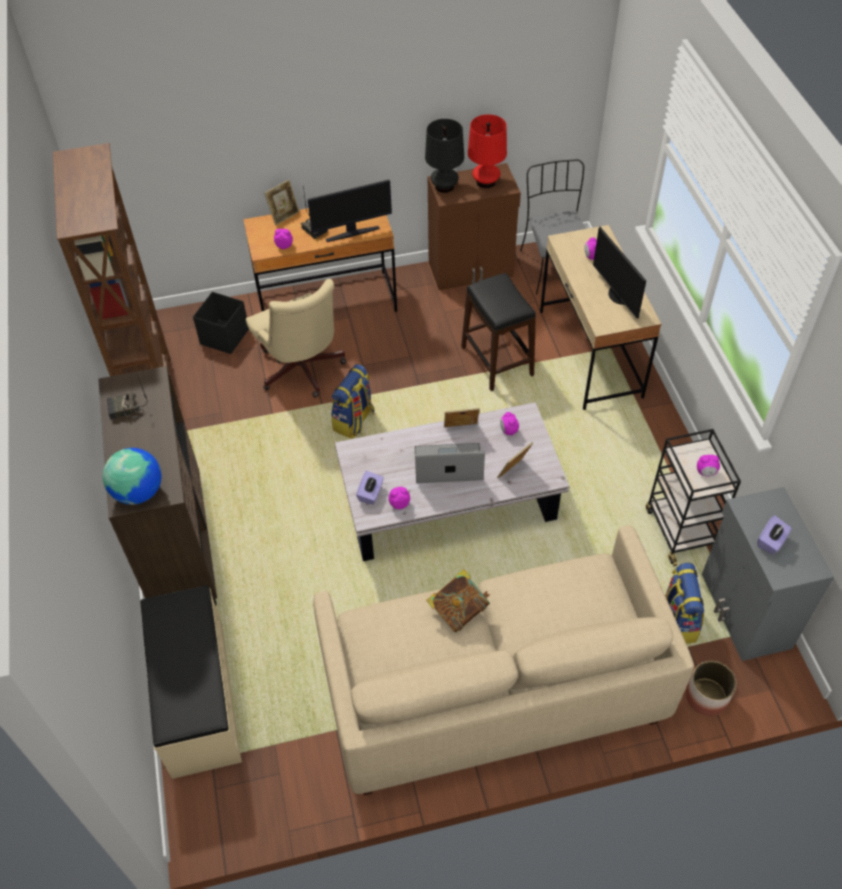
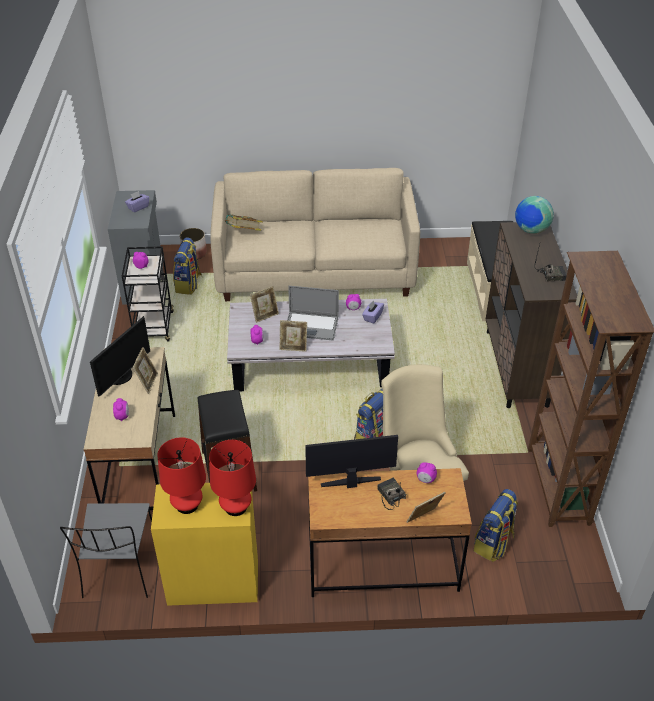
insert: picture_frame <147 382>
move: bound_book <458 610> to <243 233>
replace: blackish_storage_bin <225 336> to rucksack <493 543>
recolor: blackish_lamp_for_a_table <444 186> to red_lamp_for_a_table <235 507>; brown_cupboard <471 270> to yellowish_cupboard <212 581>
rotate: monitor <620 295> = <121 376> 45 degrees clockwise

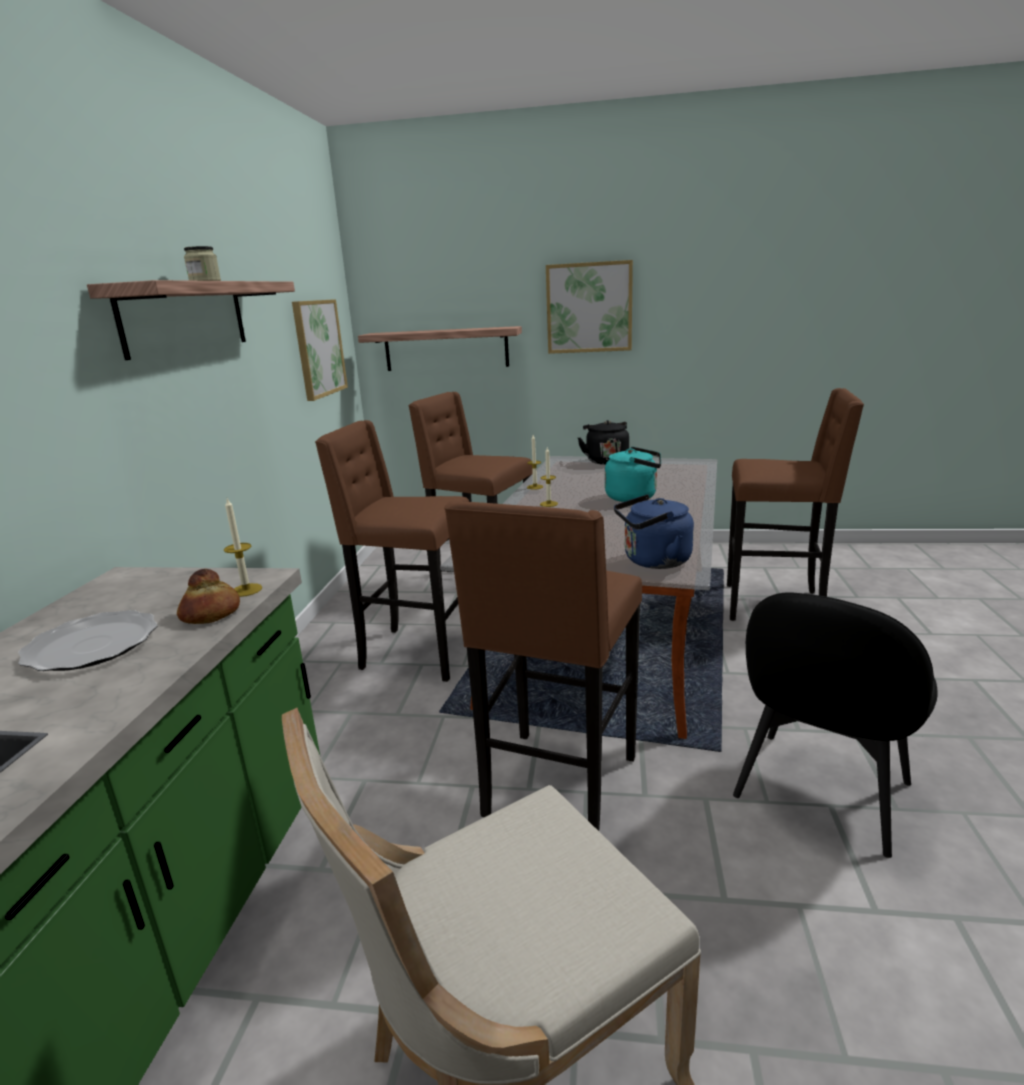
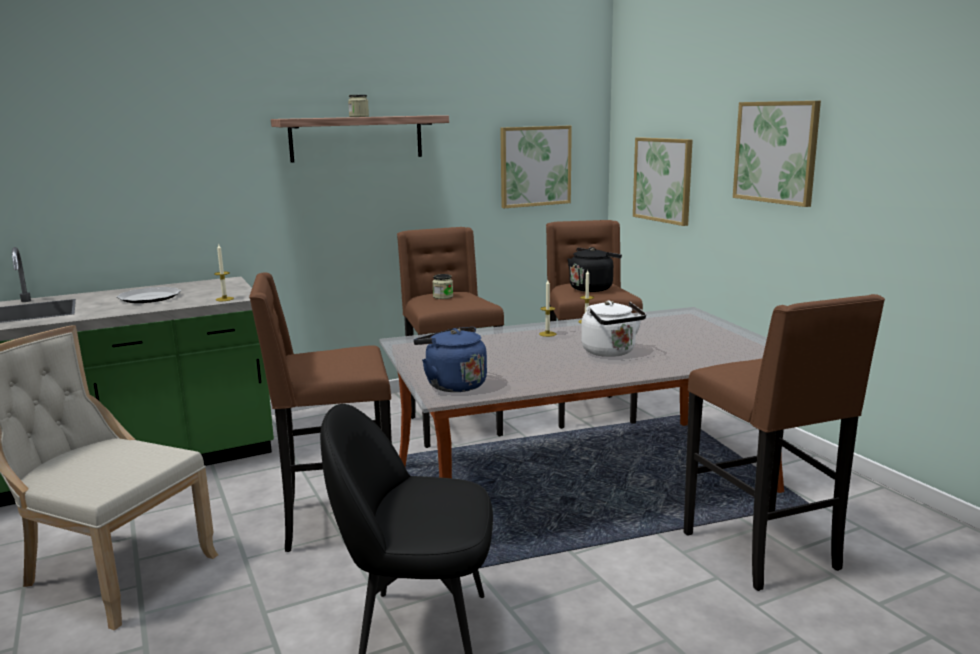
delete: bread <211 613>
insert: jar <443 297>
move: blackish_tea_kettle <606 461> to <592 288>
replace: wall_shelf <446 349> to wall_art <663 180>
recolor: turquoise_tea_kettle <634 497> to white-coloured_tea_kettle <611 352>

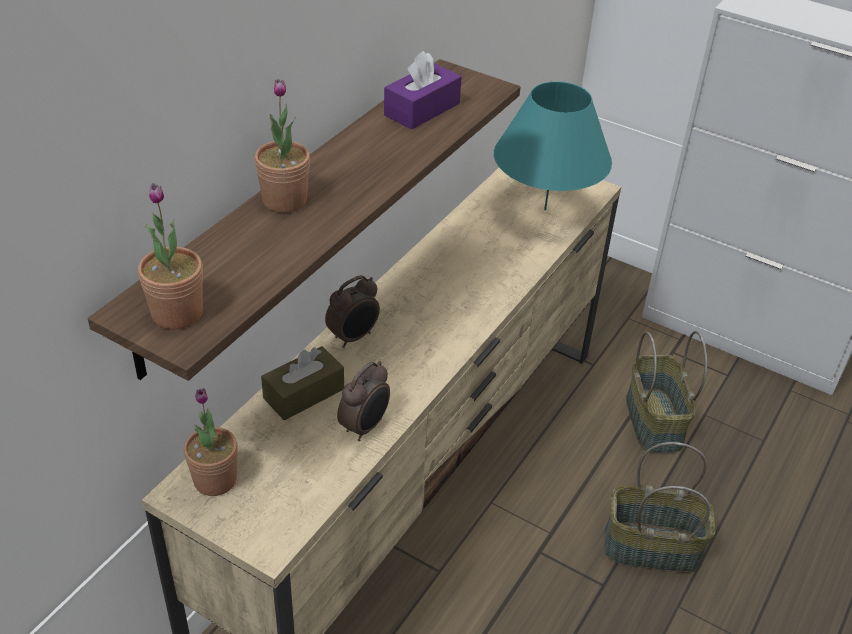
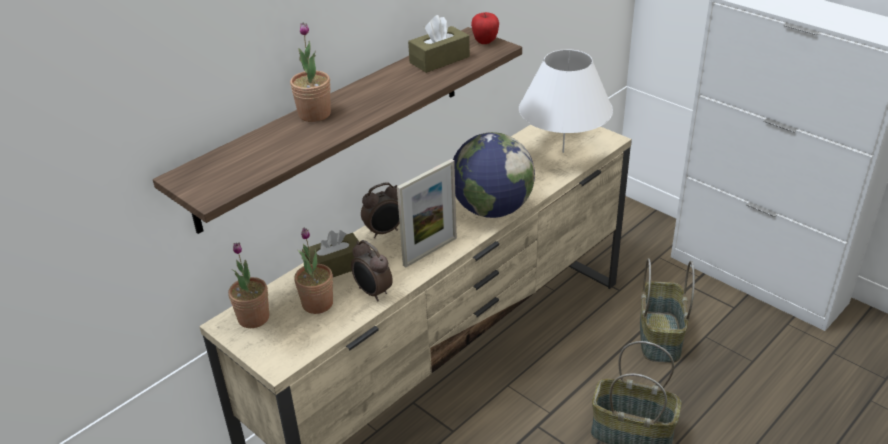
insert: picture_frame <430 251>; desk_globe <492 209>; whole_apple <485 42>
move: potted_plant <177 313> to <317 304>
recolor: purple_box_of_tissues <422 109> to brown_box_of_tissues <439 60>; turquoise_lamp_for_a_table <545 209> to white-coloured_lamp_for_a_table <563 152>
rotate: table_clock <365 427> = <372 293> 90 degrees clockwise

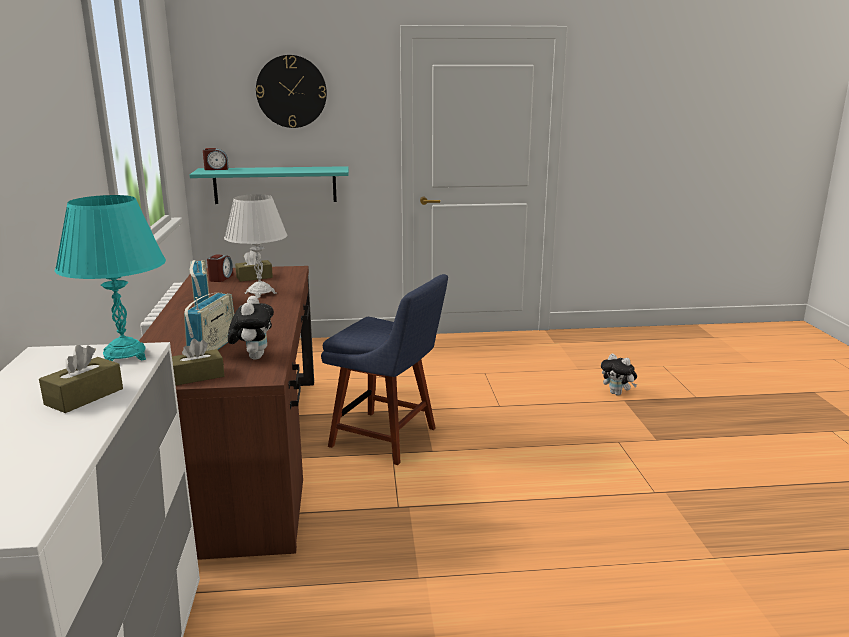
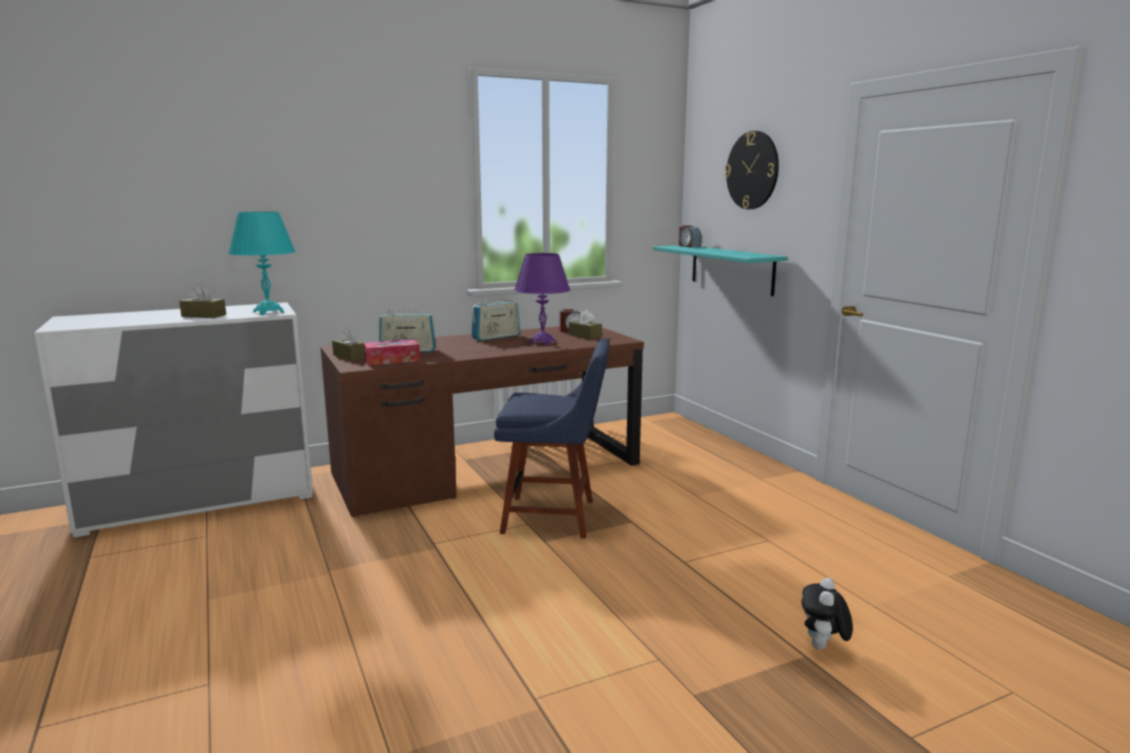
replace: soft_toy <253 357> to box_of_tissues <392 360>
recolor: white-coloured_lamp_for_a_table <260 293> to purple_lamp_for_a_table <542 342>
rotate: bluish_plain_chair <388 438> = <554 517> 90 degrees counterclockwise

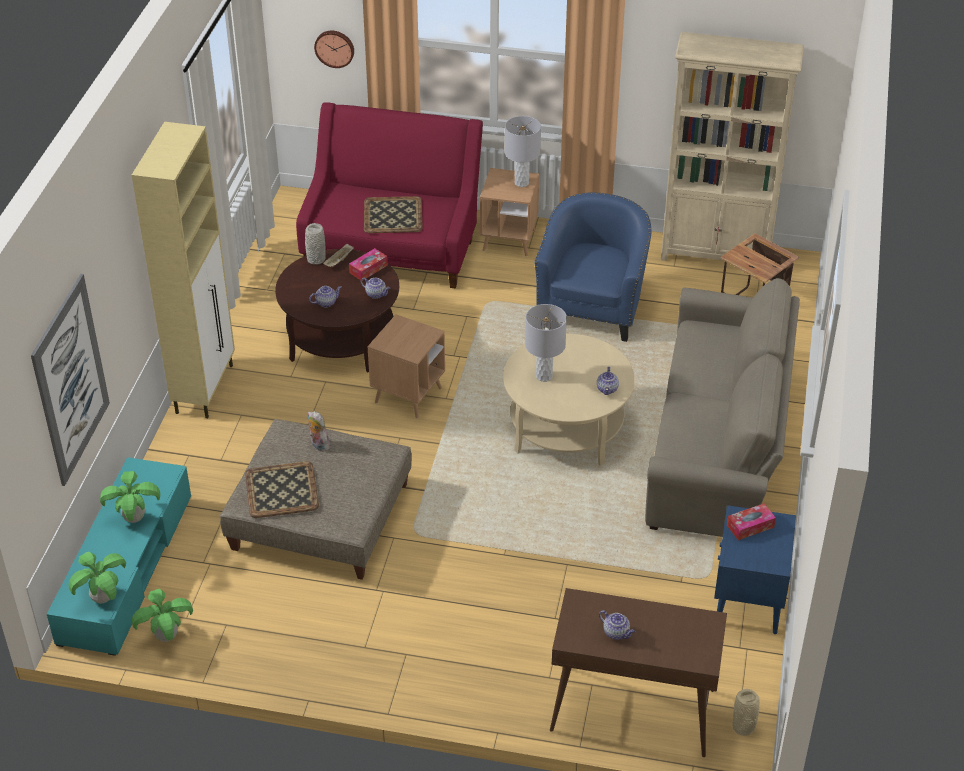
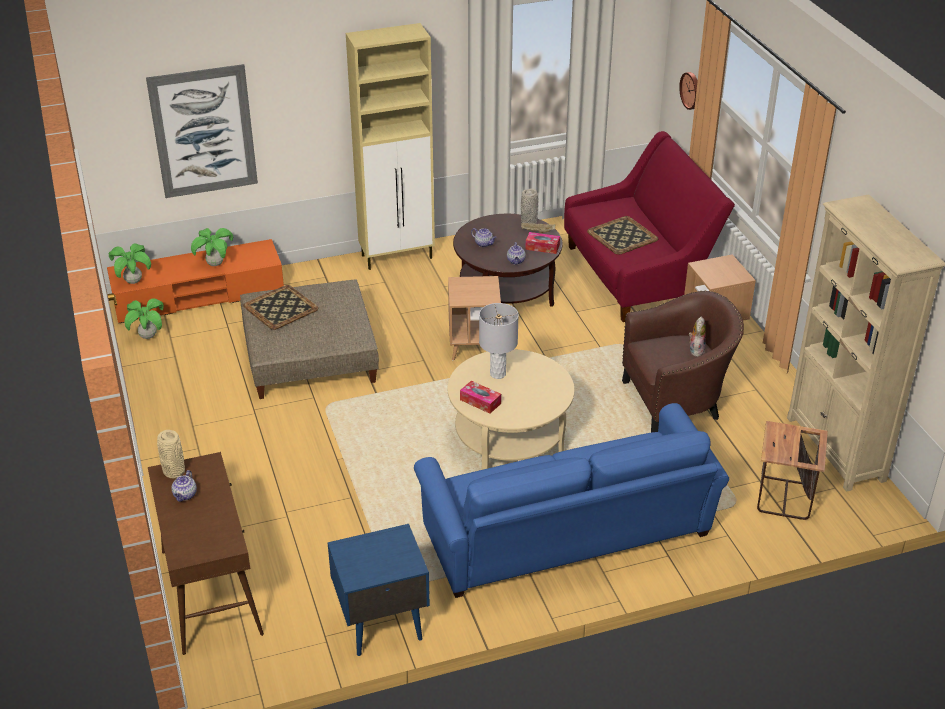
delete: gray_lamp_for_a_table <521 183>; tea_pot <607 389>
move: soft_toy <318 445> to <695 350>; box_of_tissues <750 526> to <480 401>; beige_decorative_vase <744 727> to <174 472>
recolor: turquoise_media_console <126 569> to orangey_media_console <199 296>; bluish_lounge_chair <592 308> to brown_lounge_chair <677 401>; beige_settee <718 446> to bluish_settee <569 538>

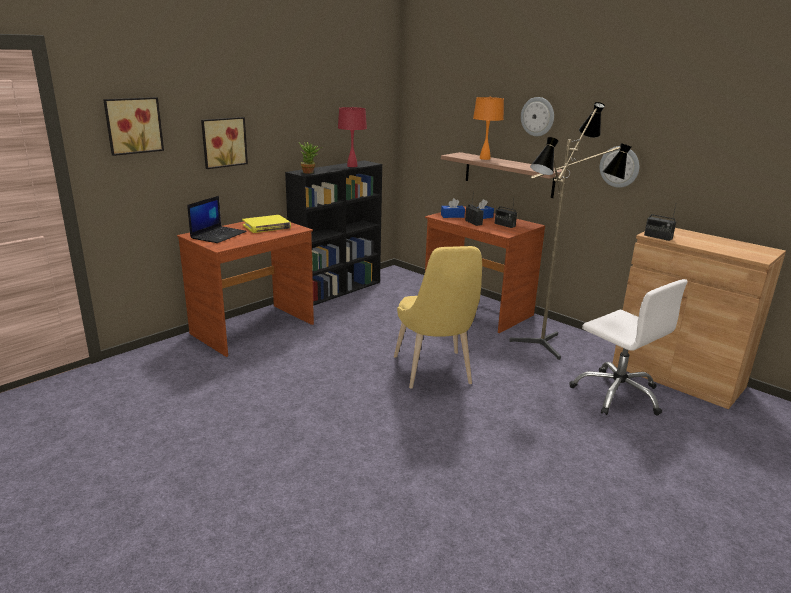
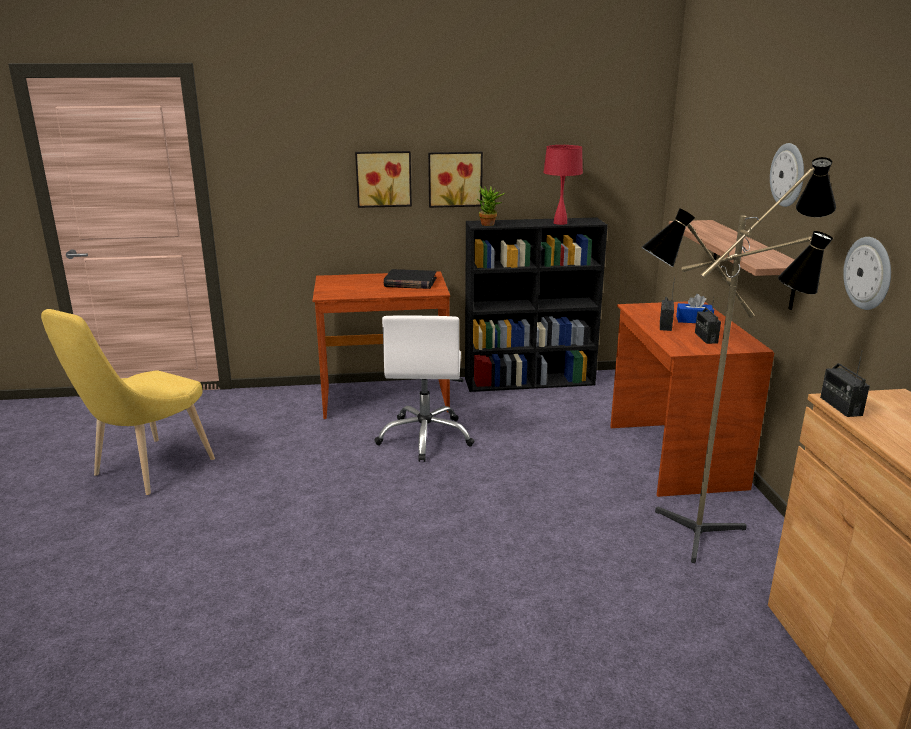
delete: portable_computer <218 235>; bluish_box_of_tissues <452 216>; orangey_lamp_for_a_table <485 158>
move: wall_art <133 125> to <455 179>; yellowish_plain_chair <434 373> to <147 470>; white-coloured_desk_chair <617 394> to <425 437>
recolor: yellowish_bound_book <266 226> to blackish_bound_book <410 282>

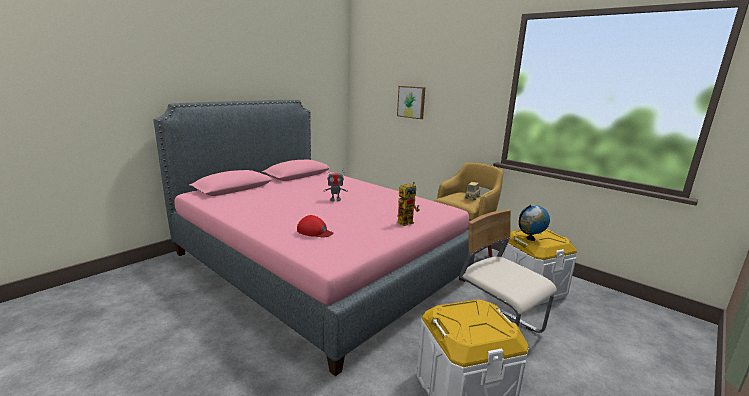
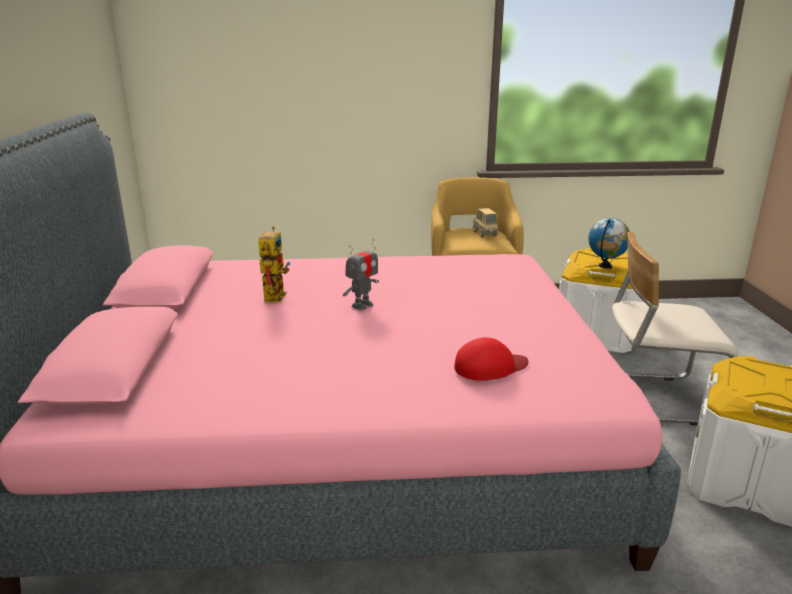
delete: wall_art <411 102>
move: robot_figure <407 221> to <274 294>

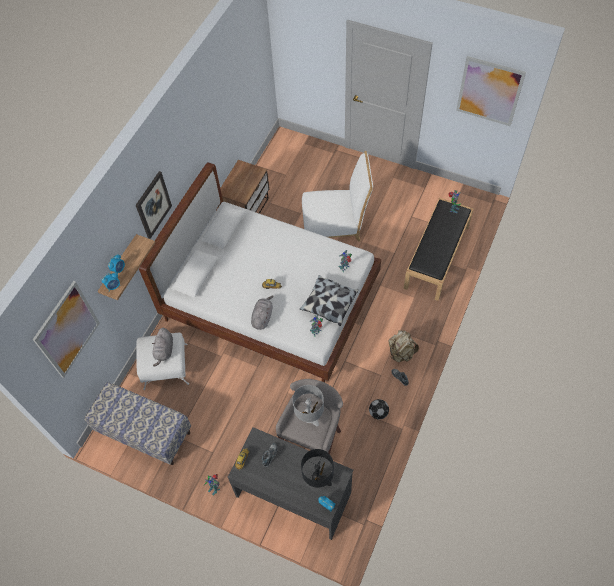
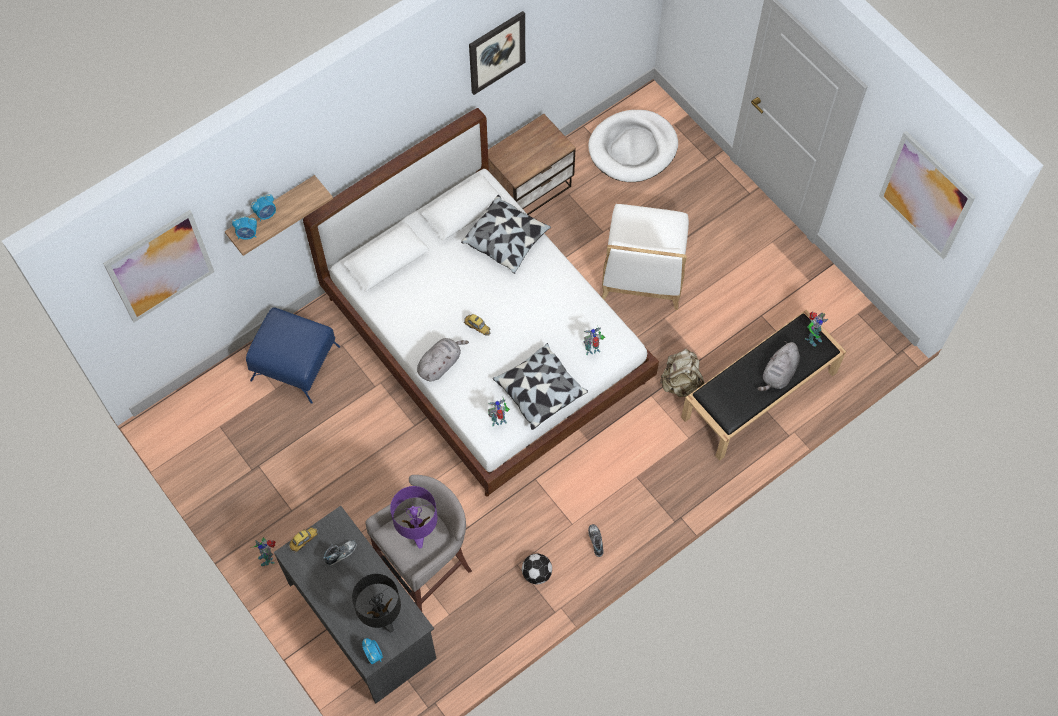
delete: indoor_bench <144 432>
insert: throw_pillow <506 240>; white-coloured_pet_bed <633 148>
move: wall_art <153 205> to <496 52>; gray_soft_toy <164 350> to <778 374>; beige_rucksack <401 352> to <681 382>
recolor: white-coloured_ottoman <166 366> to bluish_ottoman <295 364>; gray_lamp_for_a_table <309 418> to purple_lamp_for_a_table <417 532>
rotate: white-coloured_plain_chair <335 224> = <643 273> 75 degrees clockwise

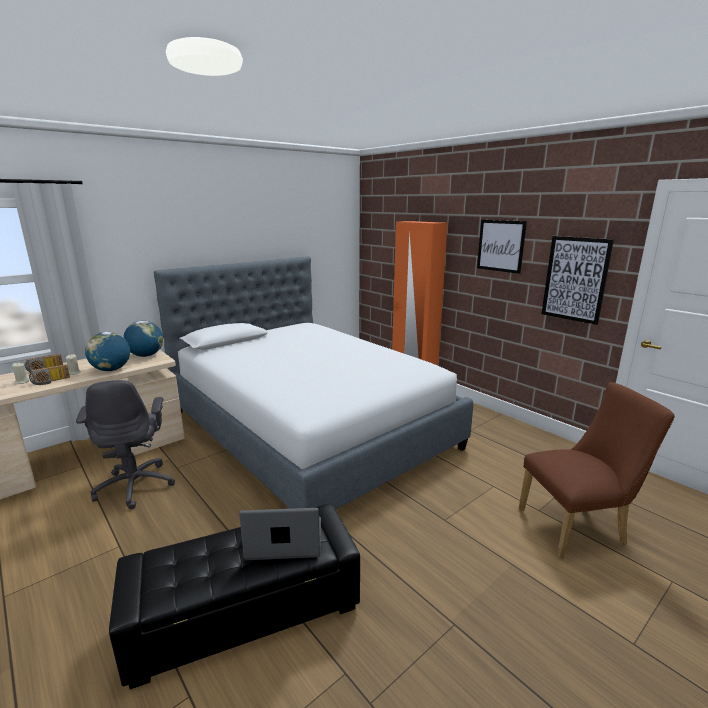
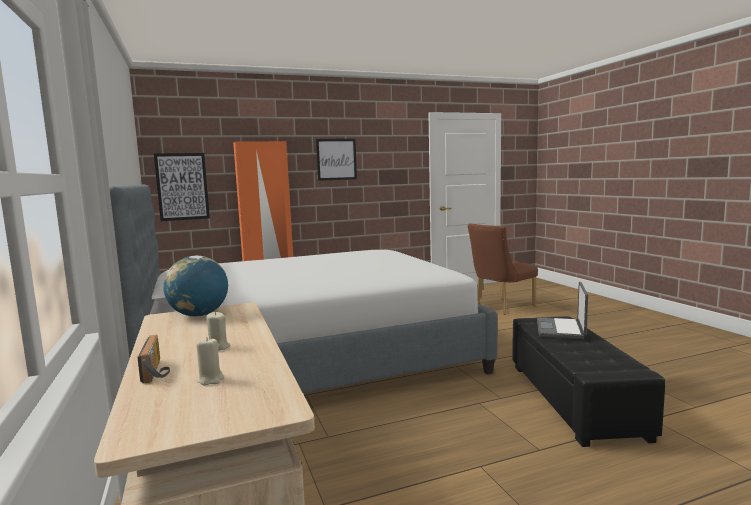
delete: radio_receiver <51 381>; gray_desk_chair <136 485>; desk_globe <111 370>
move: wall_art <575 279> to <182 186>
rotate: brown_plain_chair <577 526> = <500 307> 135 degrees counterclockwise

